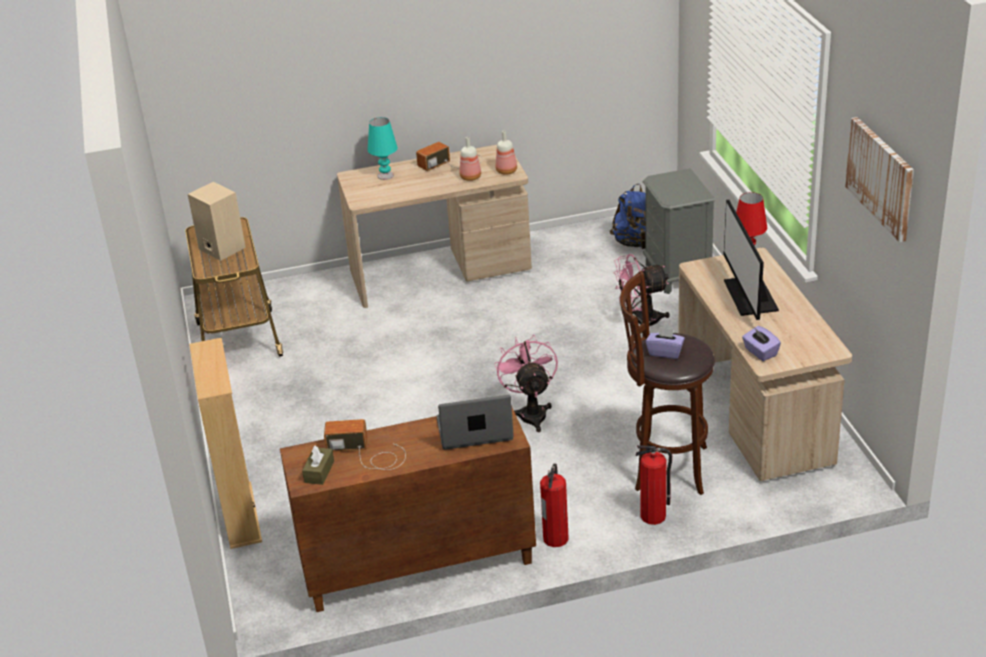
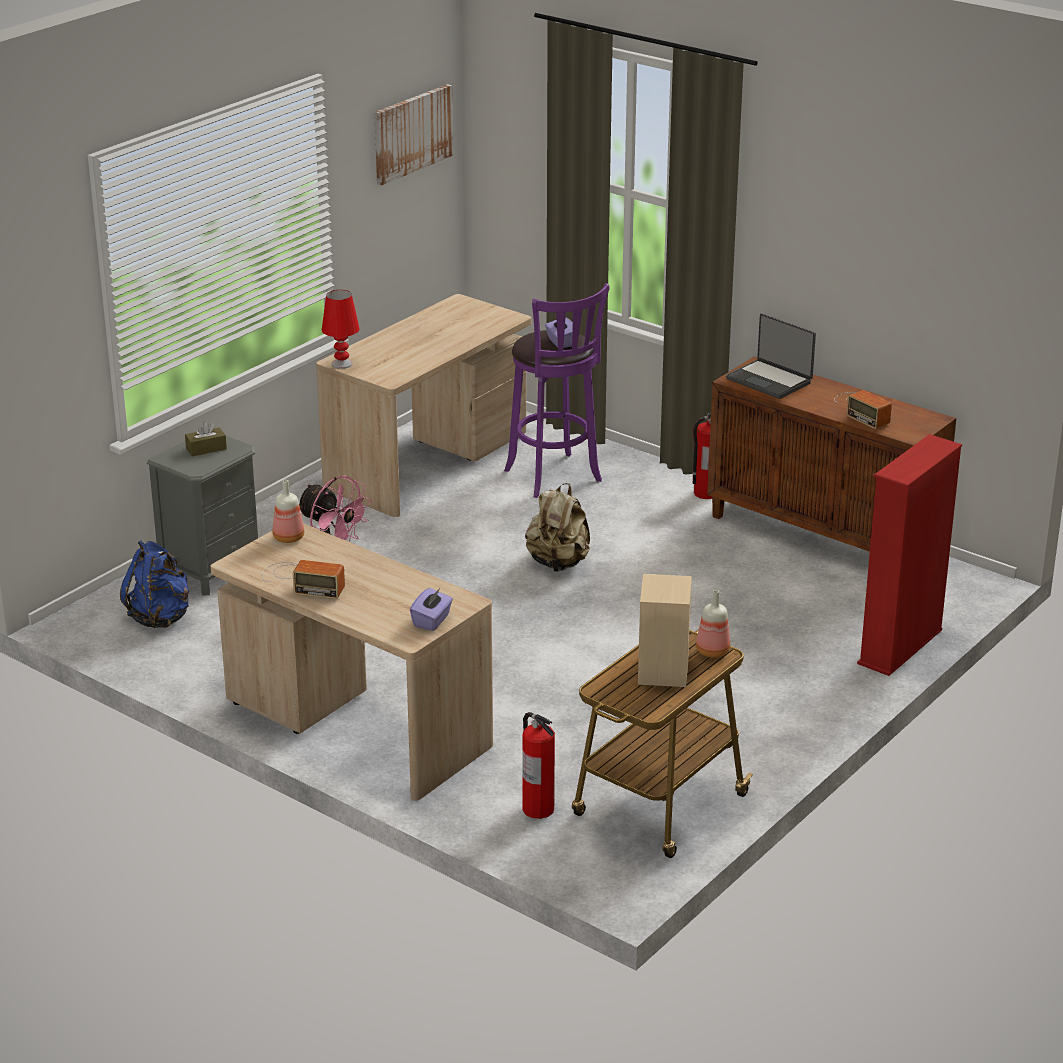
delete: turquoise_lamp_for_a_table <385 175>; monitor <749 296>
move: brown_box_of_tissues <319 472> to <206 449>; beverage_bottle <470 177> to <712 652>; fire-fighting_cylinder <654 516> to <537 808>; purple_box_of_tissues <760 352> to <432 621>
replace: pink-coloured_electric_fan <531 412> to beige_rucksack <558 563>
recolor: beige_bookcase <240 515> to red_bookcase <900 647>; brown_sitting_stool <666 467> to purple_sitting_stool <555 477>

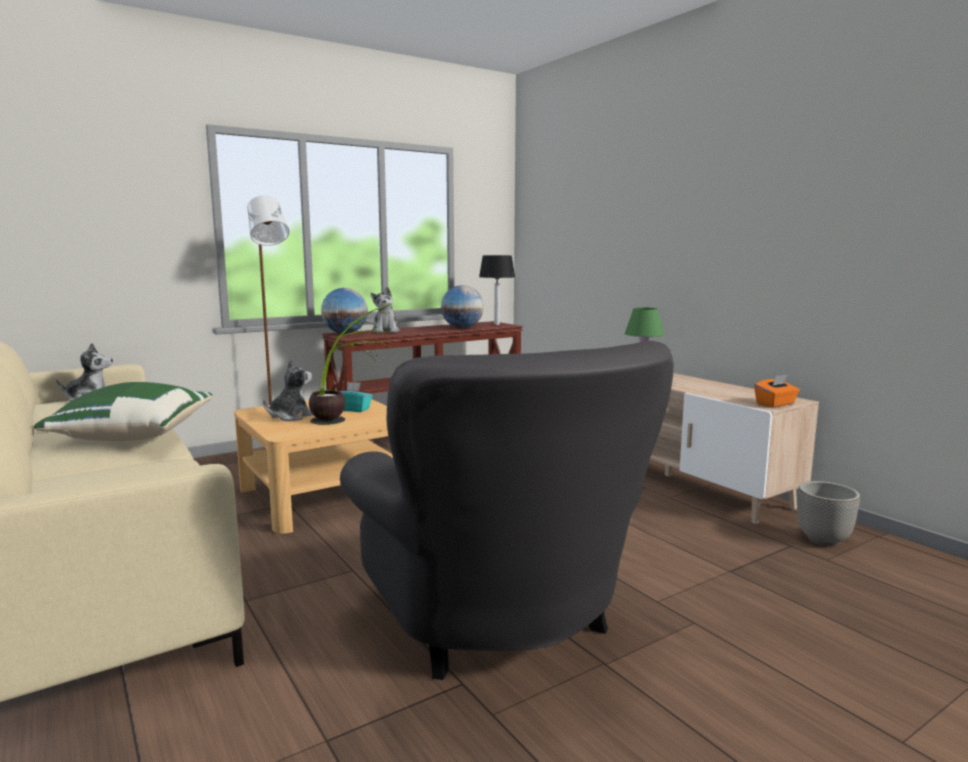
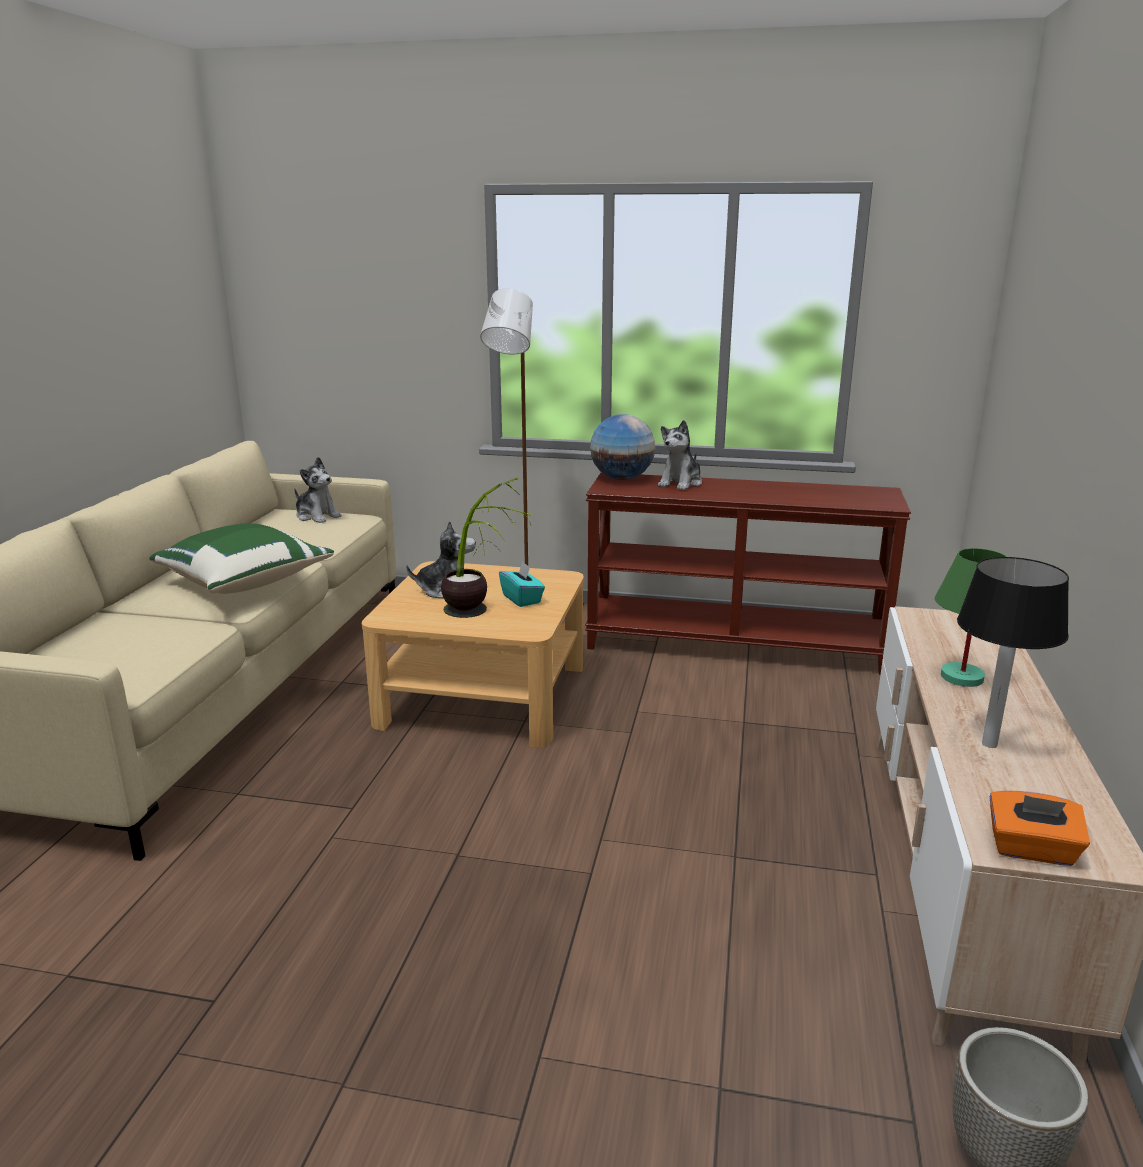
delete: gray_lounge_chair <500 625>; desk_globe <462 328>
move: lamp_for_a_table <496 324> to <988 743>

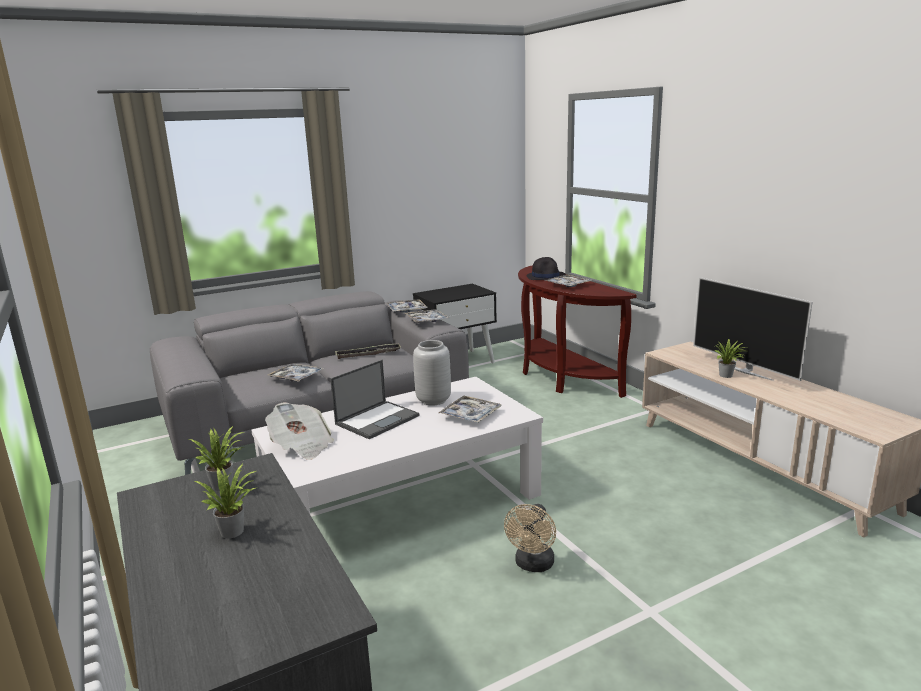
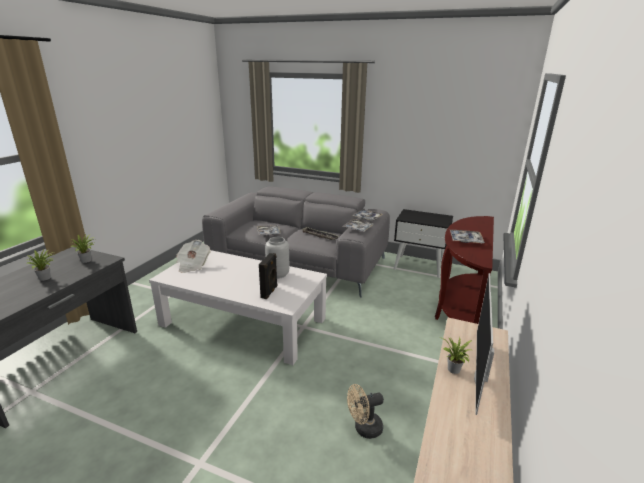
delete: portable_computer <378 419>; blackish_clothing_hat <546 276>
move: beige_electric_fan <533 565> to <364 429>
replace: carrying_tray <470 415> to blackish_loudspeaker <269 292>

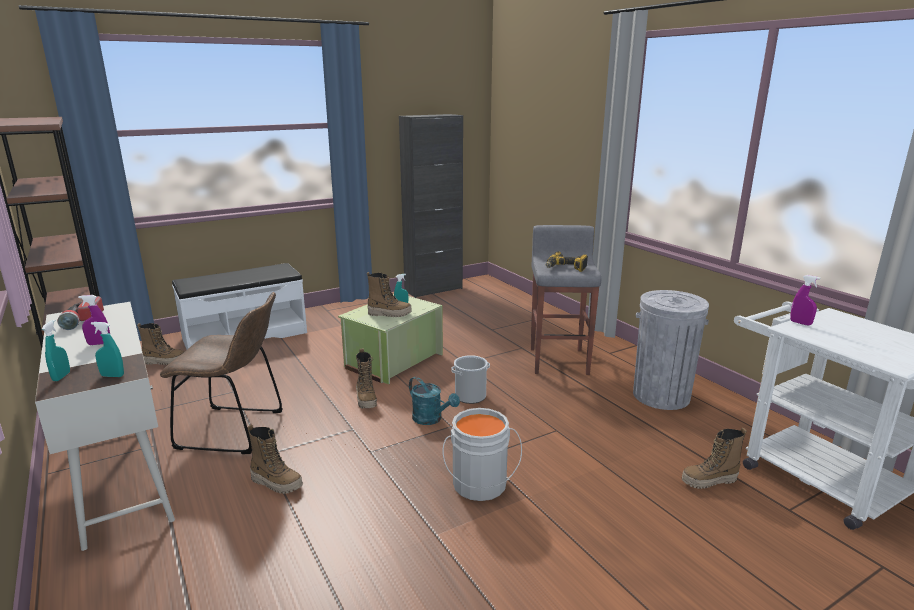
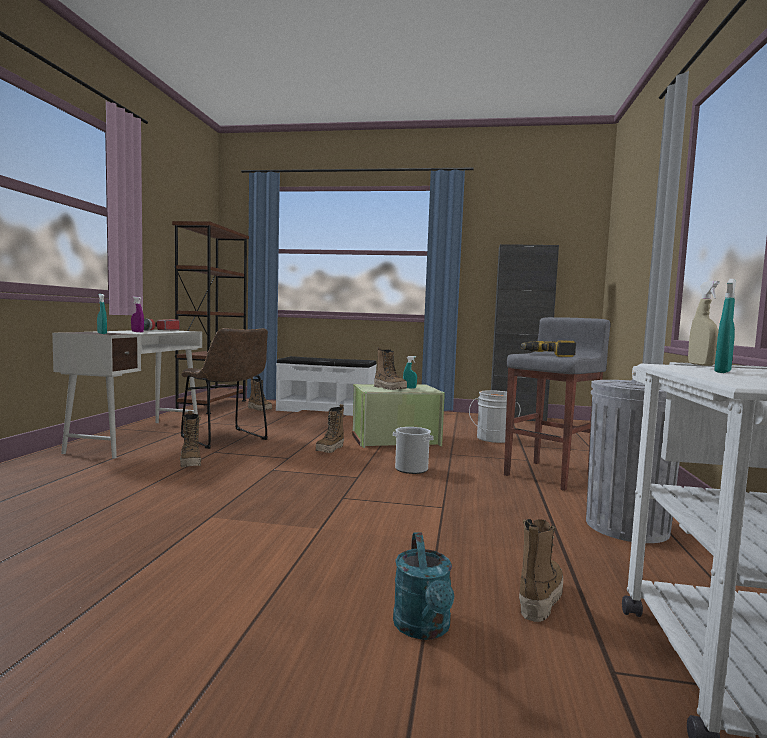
move: turquoise_sprayer <61 377> to <722 372>; turquoise_sprinkling_can <431 419> to <424 629>; gray_bucket <480 486> to <493 439>
recolor: purple_sprayer <800 323> to beige_sprayer <701 365>
rotate: boot <709 481> = <539 598> 90 degrees clockwise

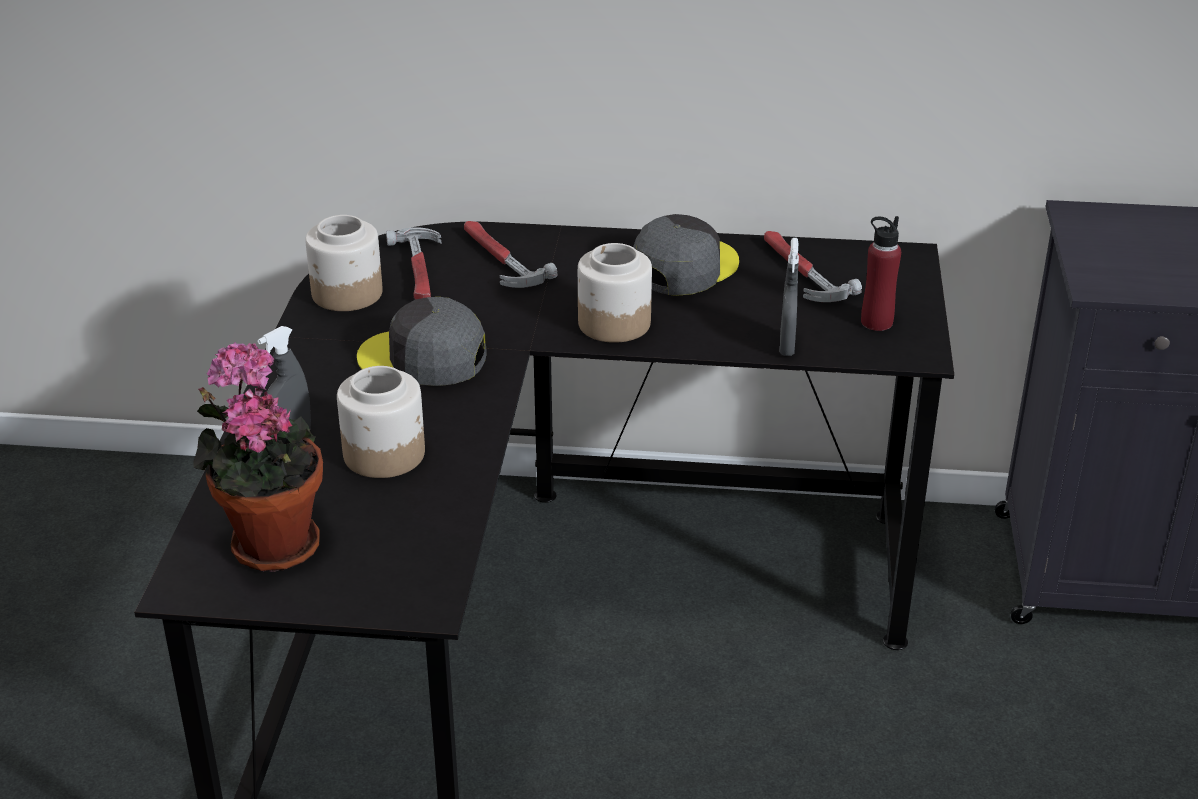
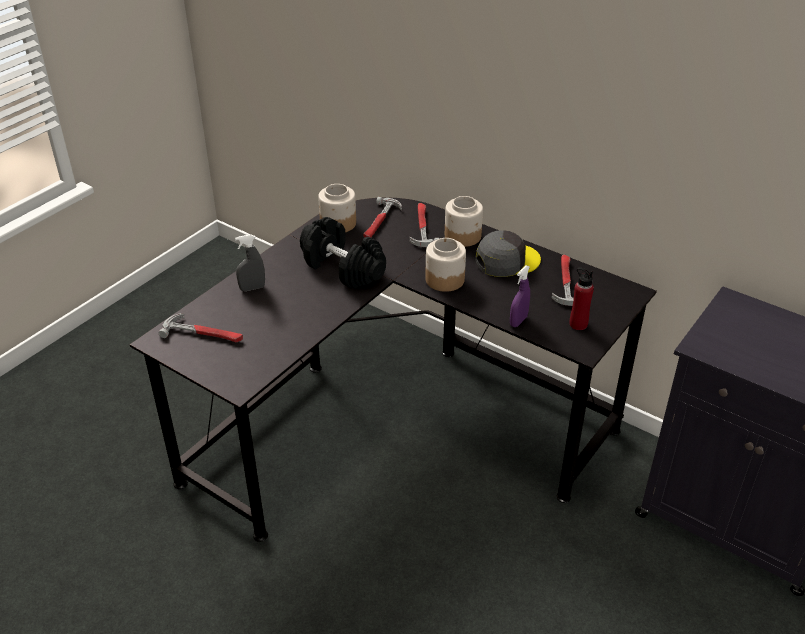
move: jar <385 454> to <463 236>
replace: potted_plant <270 542> to hand_hammer <204 333>; gray_cap <423 358> to blackish_hand_weight <342 268>
recolor: gray_sprayer <786 346> to purple_sprayer <518 321>

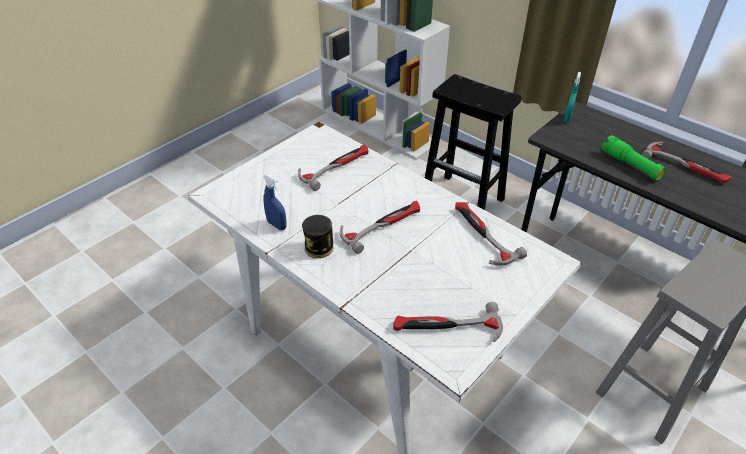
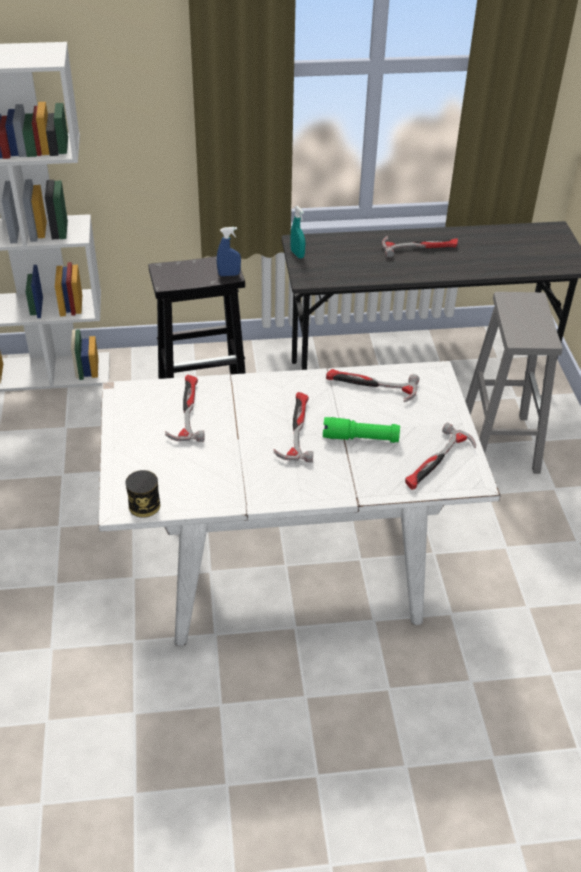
move: bluish_sprayer <277 225> to <229 274>; sealed_can <319 247> to <144 505>; green-coloured_flashlight <630 165> to <360 438>

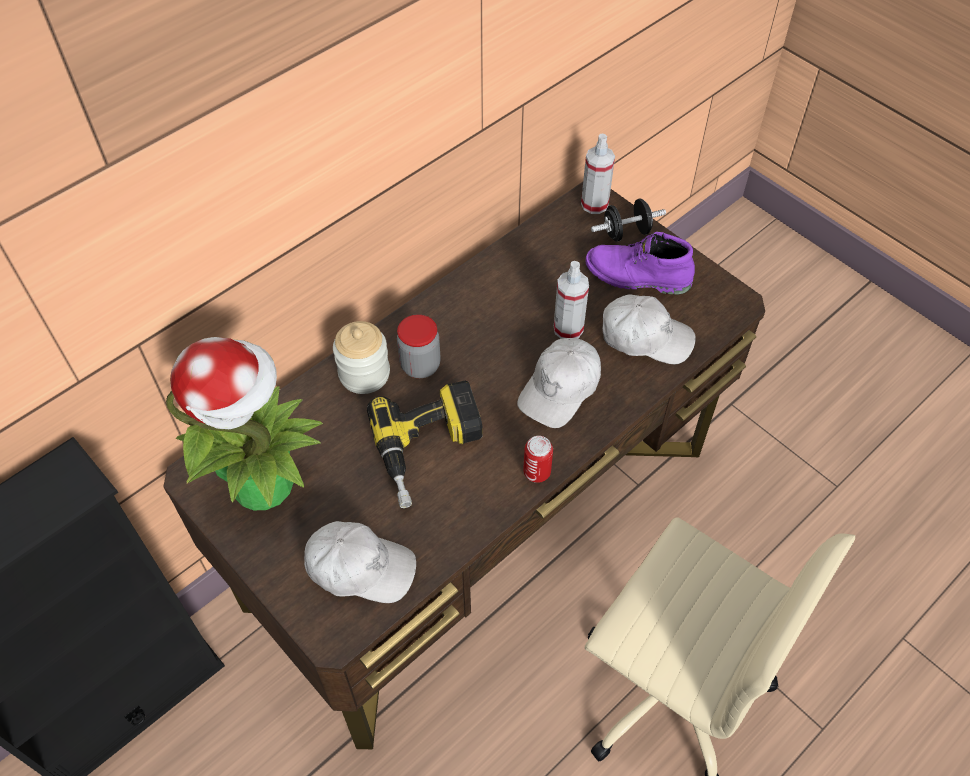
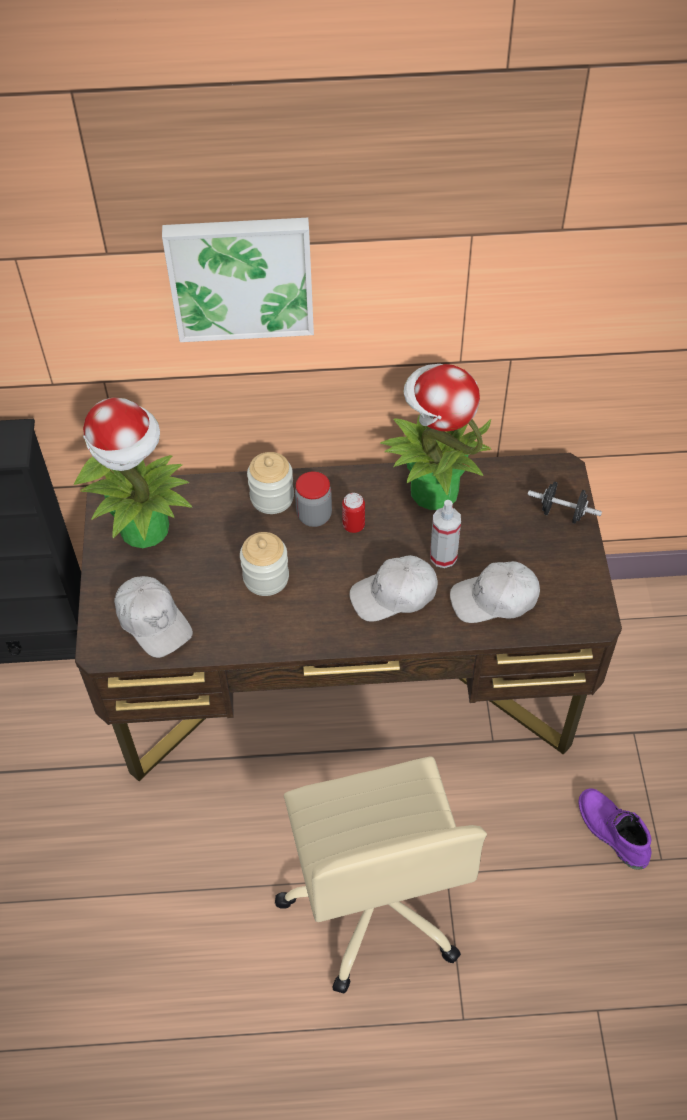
delete: sprayer <594 204>
insert: wall_art <241 276>; potted_plant <432 490>
move: sealed_can <537 472> to <353 525>; purple_boot <637 277> to <611 832>
replace: electric_drill <431 450> to jar <266 577>
rotate: white-coloured_cap <645 337> = <494 599> 120 degrees clockwise

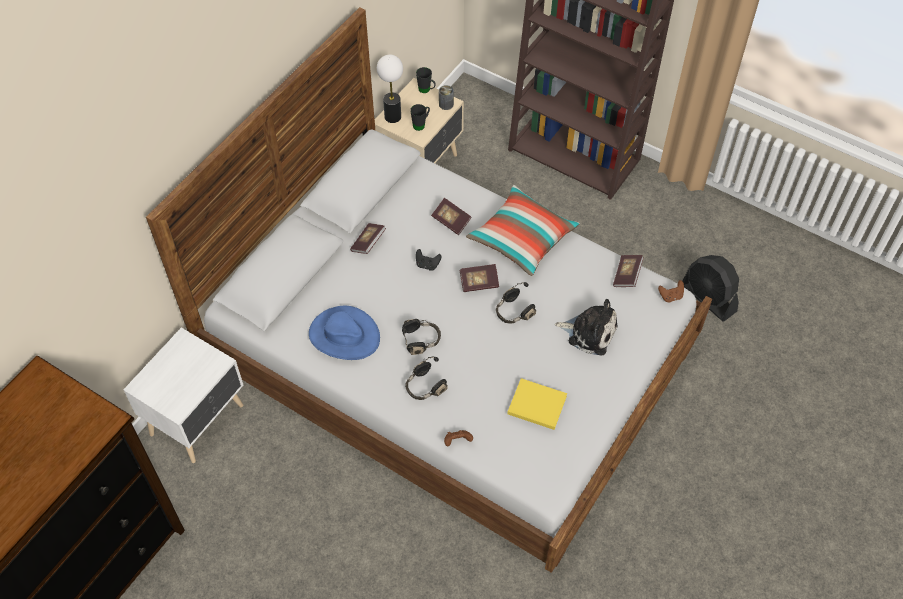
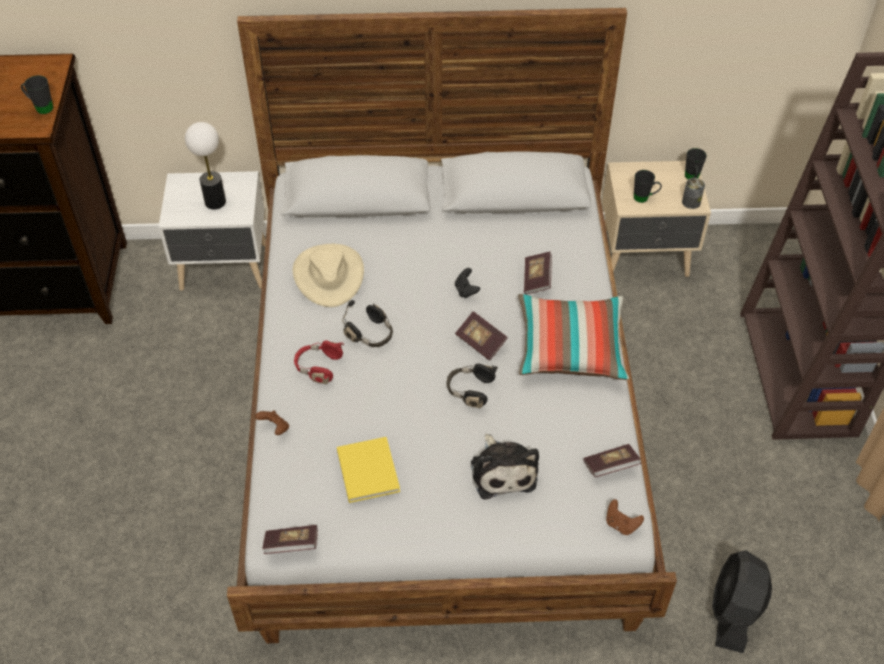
insert: blackish_tea_mug <40 107>
move: bound_book <368 243> to <291 545>; lamp_for_a_table <393 116> to <215 202>
recolor: bluish_clothing_hat <344 335> to beige_clothing_hat <328 275>; blackish_headset <424 387> to red_headset <318 367>

